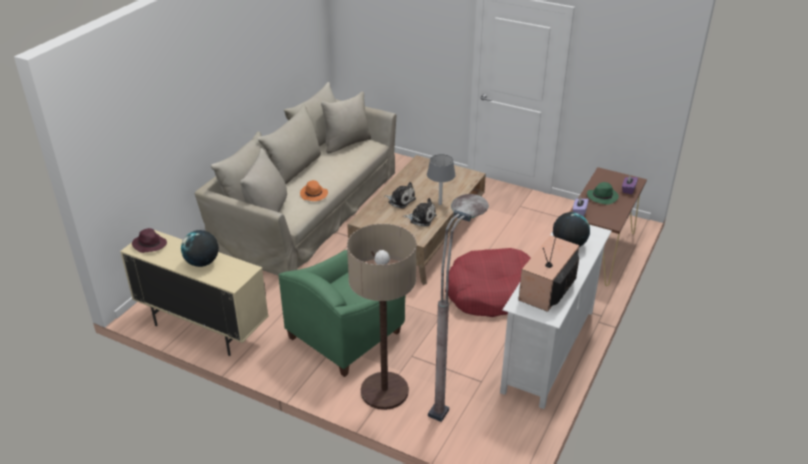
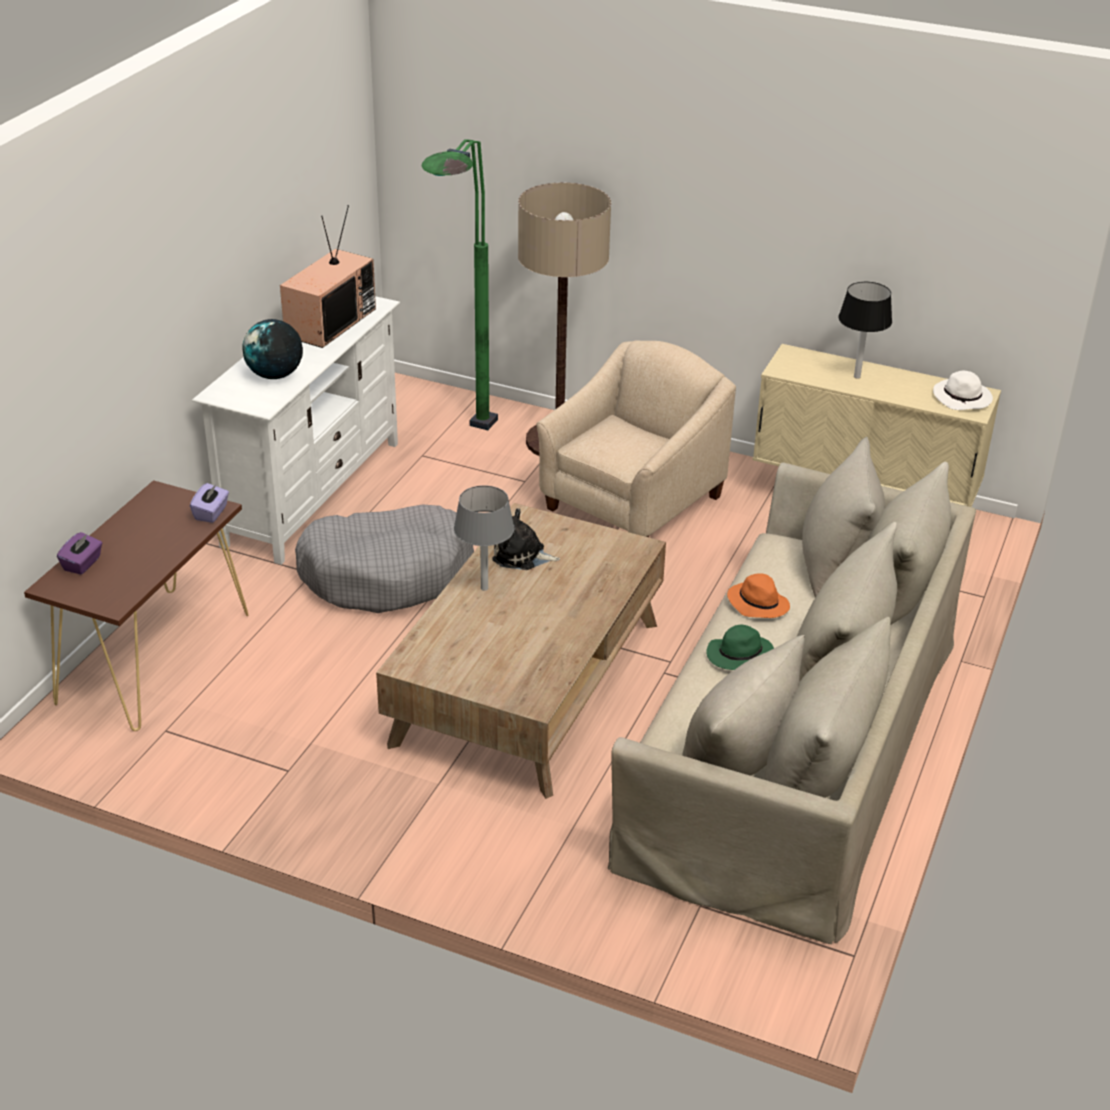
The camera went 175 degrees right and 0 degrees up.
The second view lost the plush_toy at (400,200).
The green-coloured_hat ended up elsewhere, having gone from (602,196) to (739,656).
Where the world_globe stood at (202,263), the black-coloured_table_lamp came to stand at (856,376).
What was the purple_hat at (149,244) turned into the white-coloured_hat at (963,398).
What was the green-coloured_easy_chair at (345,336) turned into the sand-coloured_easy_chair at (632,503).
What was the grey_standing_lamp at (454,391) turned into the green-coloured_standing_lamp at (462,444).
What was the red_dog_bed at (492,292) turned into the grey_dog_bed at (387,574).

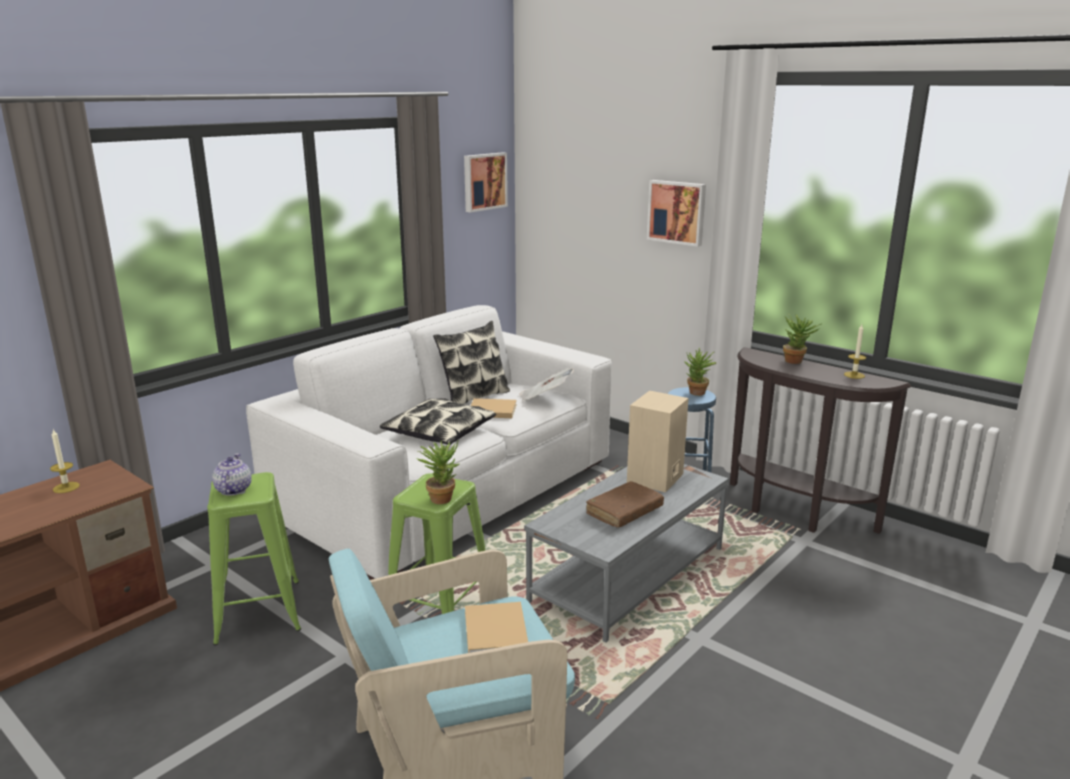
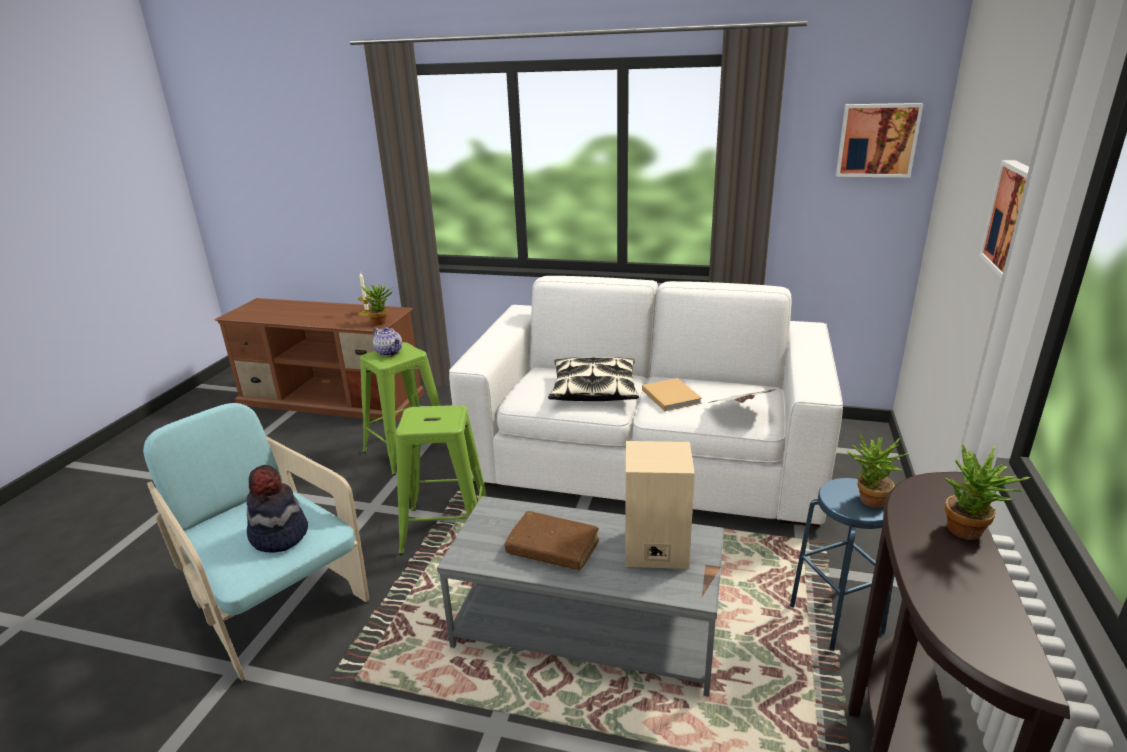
The camera went 65 degrees right and 5 degrees up.
The second view lost the throw_pillow at (473,397).
The second view lost the candle at (854,375).
The potted_plant ended up elsewhere, having gone from (441,497) to (382,322).
Where the sand-coloured_book stood at (496,633), the hat came to stand at (278,535).
The tea_pot at (233,489) ended up facing another way, 75 degrees clockwise from before.

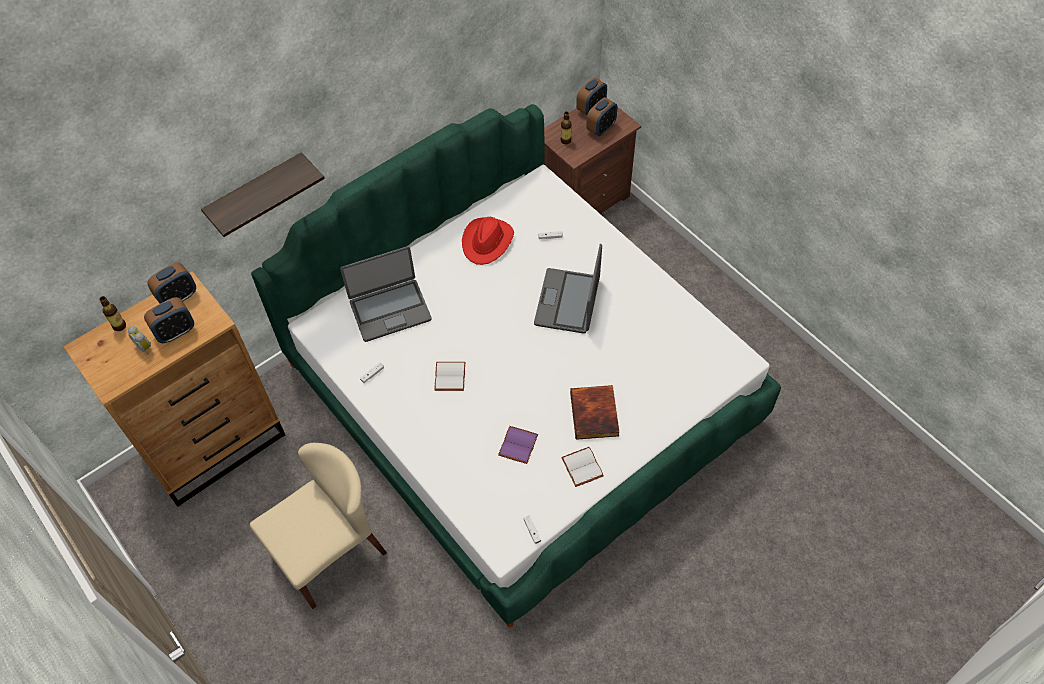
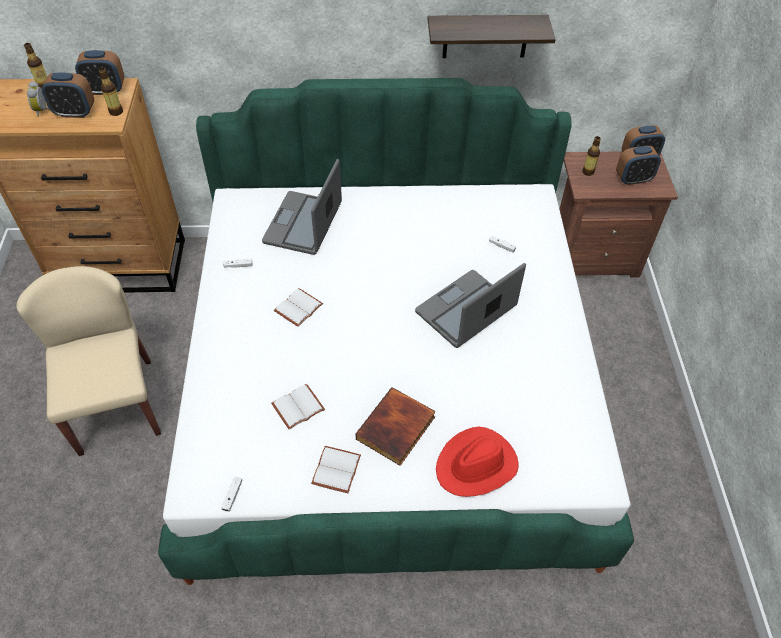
The camera went 35 degrees right and 5 degrees down.
The second view gained the beverage_bottle at (116,112).
The bracket_shelf ended up elsewhere, having gone from (257,195) to (485,36).
The red_hat ended up elsewhere, having gone from (487,242) to (476,465).
What was the purple_book at (517,444) turned into the white-coloured_book at (298,406).
The sand-coloured_upright_chair at (329,552) ended up facing another way, 105 degrees counterclockwise from before.
The portable_computer at (390,310) ended up facing another way, 90 degrees clockwise from before.

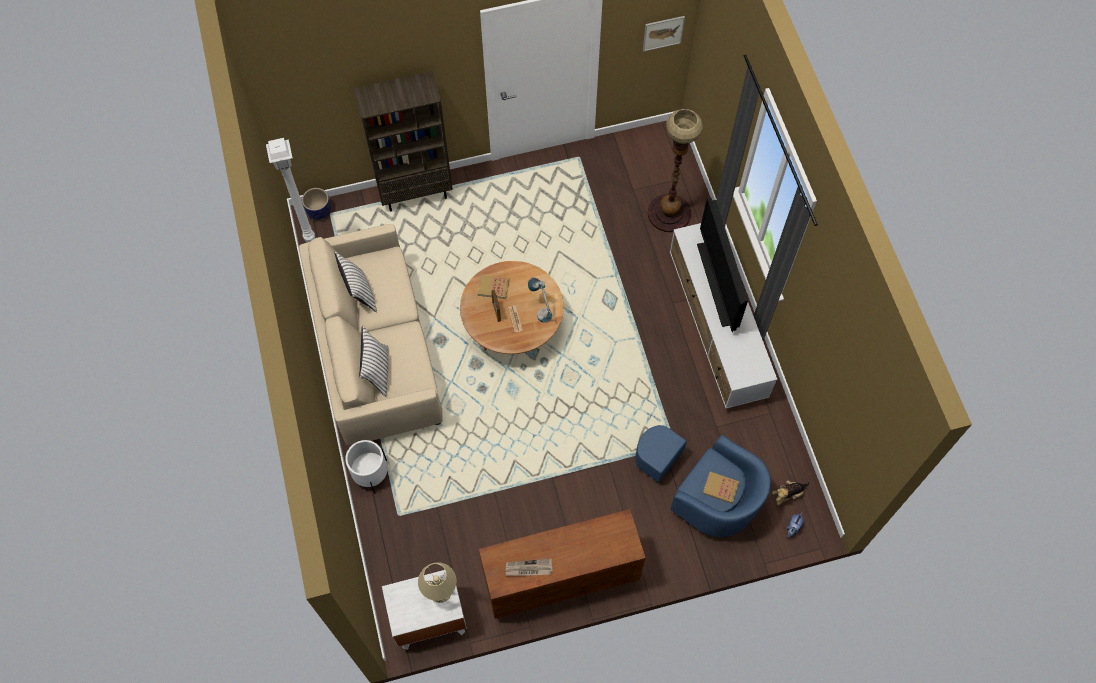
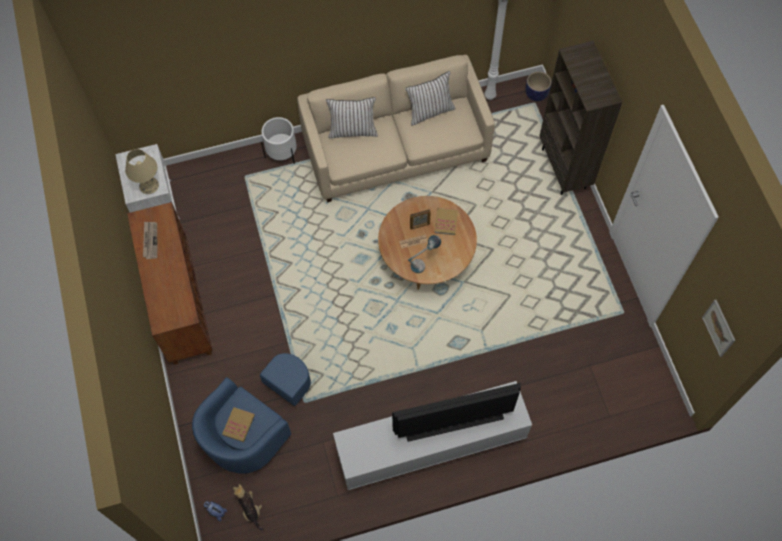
The camera went 90 degrees right and 0 degrees up.
The second view lost the standing_lamp at (668,213).

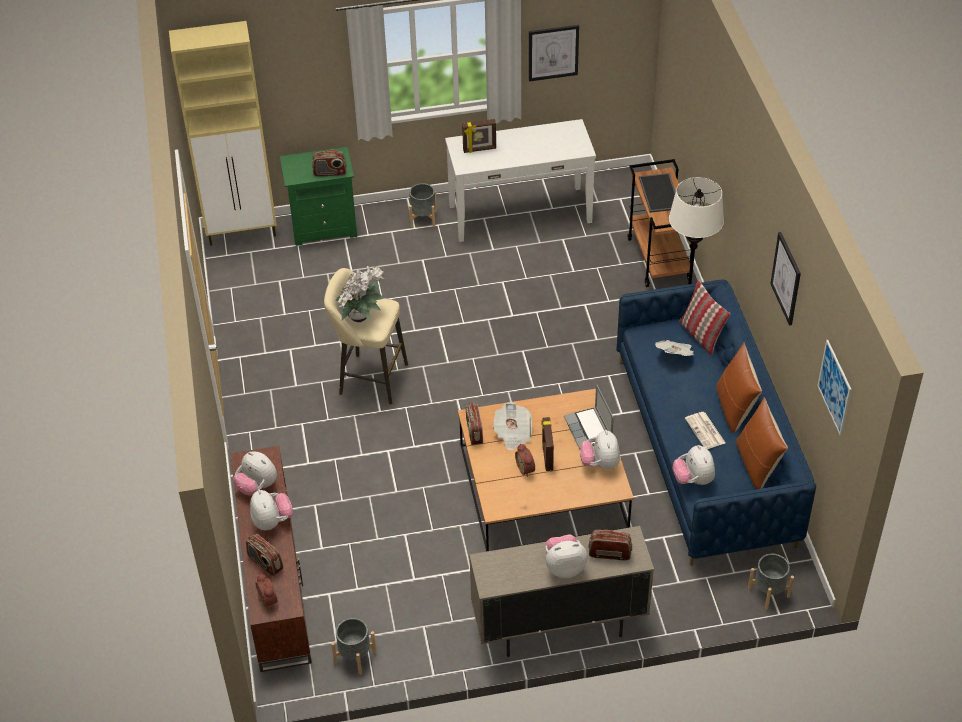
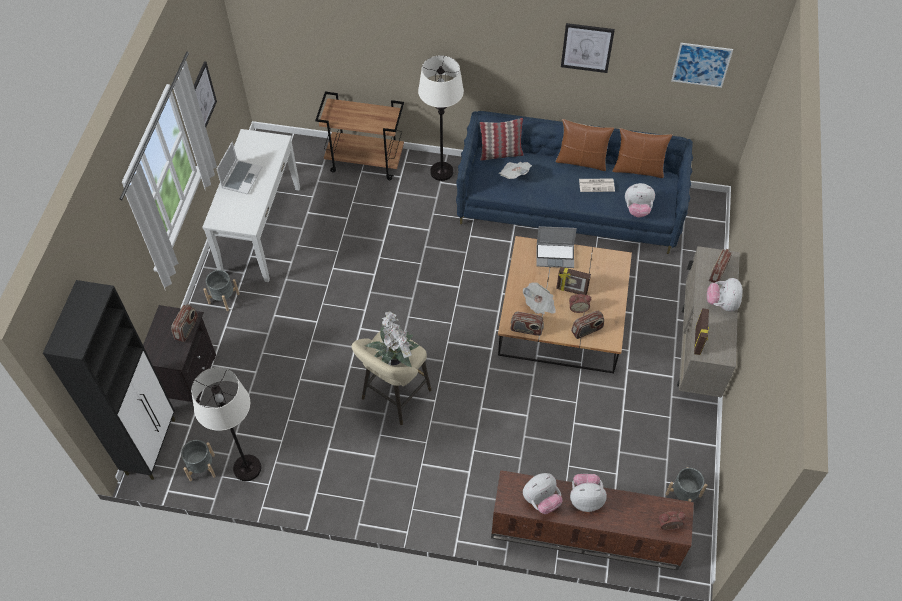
The camera went 70 degrees left and 10 degrees up.
The second view lost the plush_toy at (600,463).
The second view lost the carrying_tray at (660,193).
The second view gained the white-coloured_standing_lamp at (247,468).
The second view gained the portable_computer at (241,177).
The radio_receiver ended up elsewhere, having gone from (265,563) to (587,330).
The standing_frame ended up elsewhere, having gone from (479,149) to (698,340).
The grey_flower_pot ended up elsewhere, having gone from (769,592) to (202,467).
What was the sand-coloured_cabinet at (243,232) turned into the black-coloured_cabinet at (151,446).
What was the green-coloured_nightstand at (324,227) turned into the black-coloured_nightstand at (187,377).

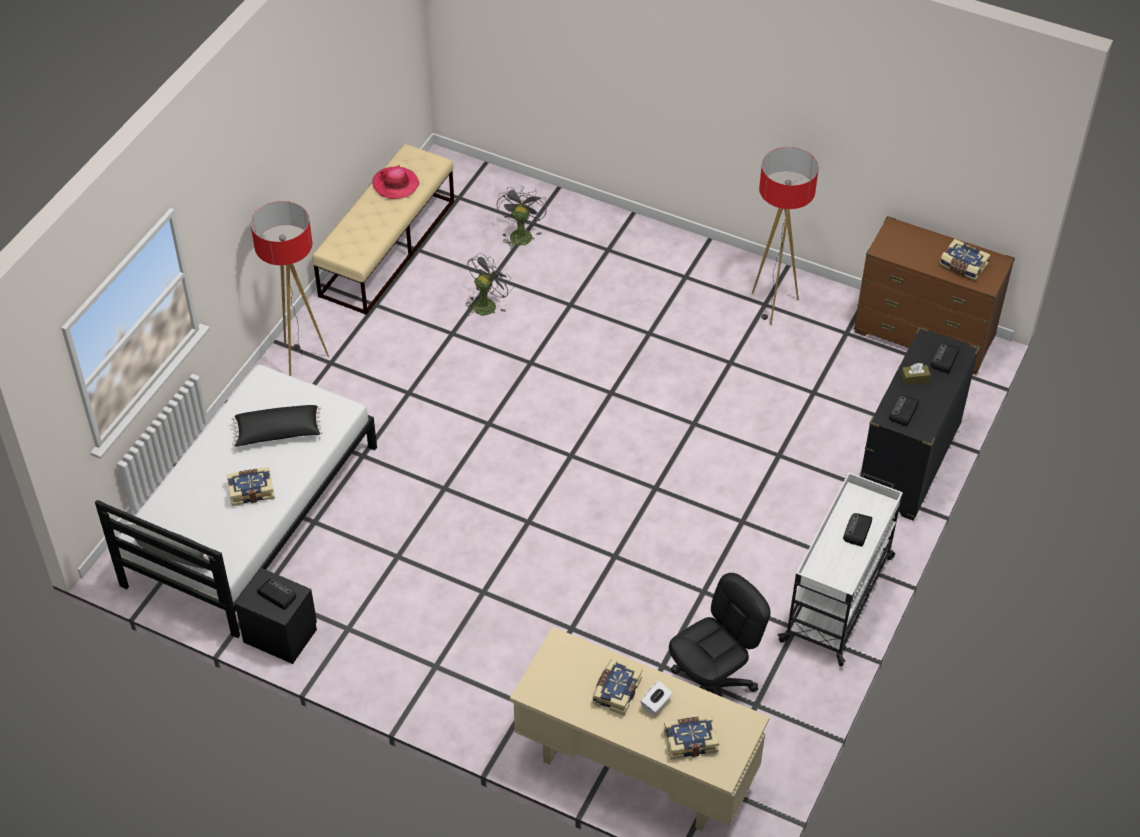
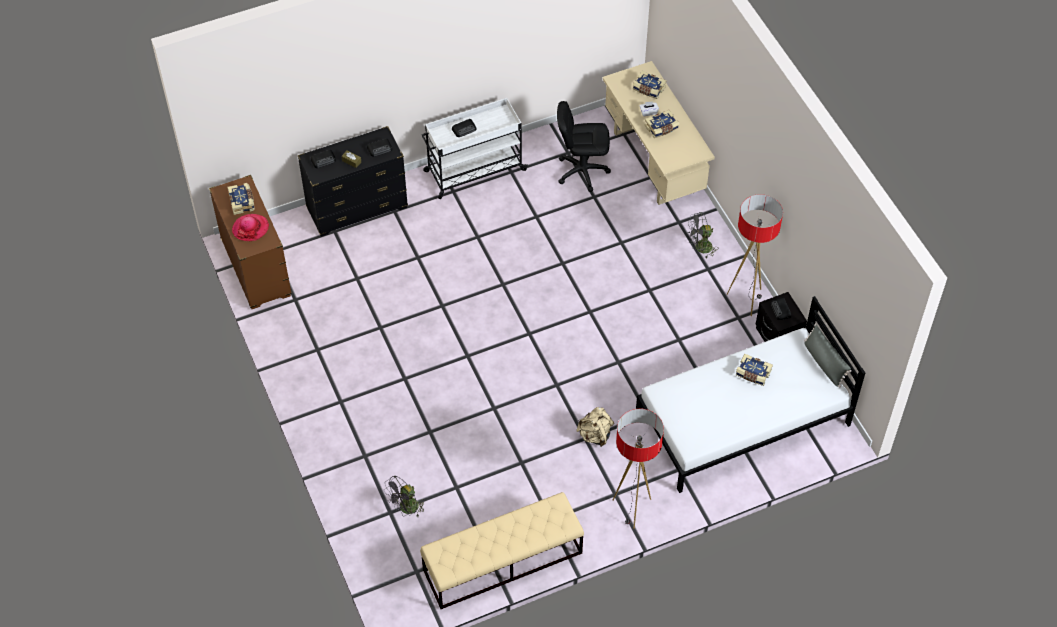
The camera went 140 degrees left and 5 degrees up.
The second view lost the black-coloured_throw_pillow at (278,433).
The second view gained the sand-coloured_knapsack at (595,435).
The hat ended up elsewhere, having gone from (395,184) to (250,228).
The grey_fan ended up elsewhere, having gone from (487,303) to (700,248).
The standing_lamp ended up elsewhere, having gone from (773,306) to (746,300).

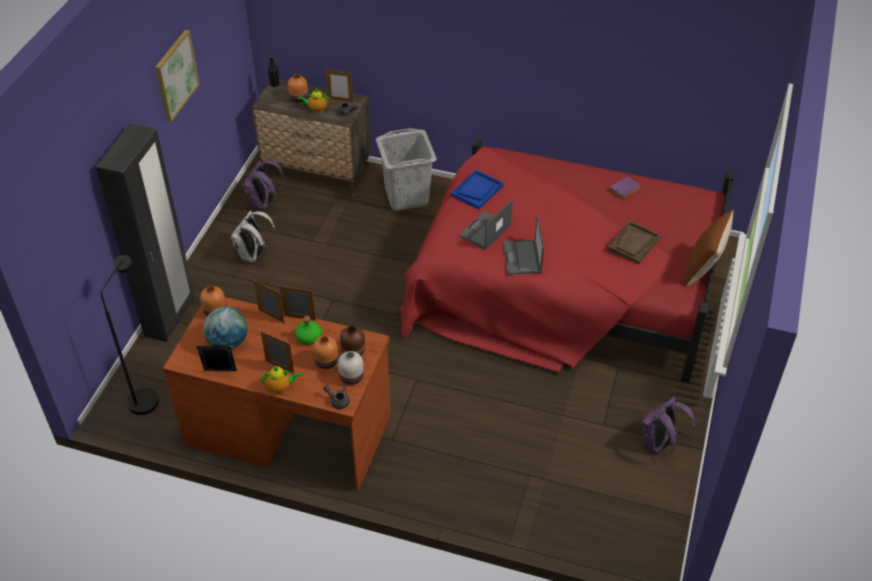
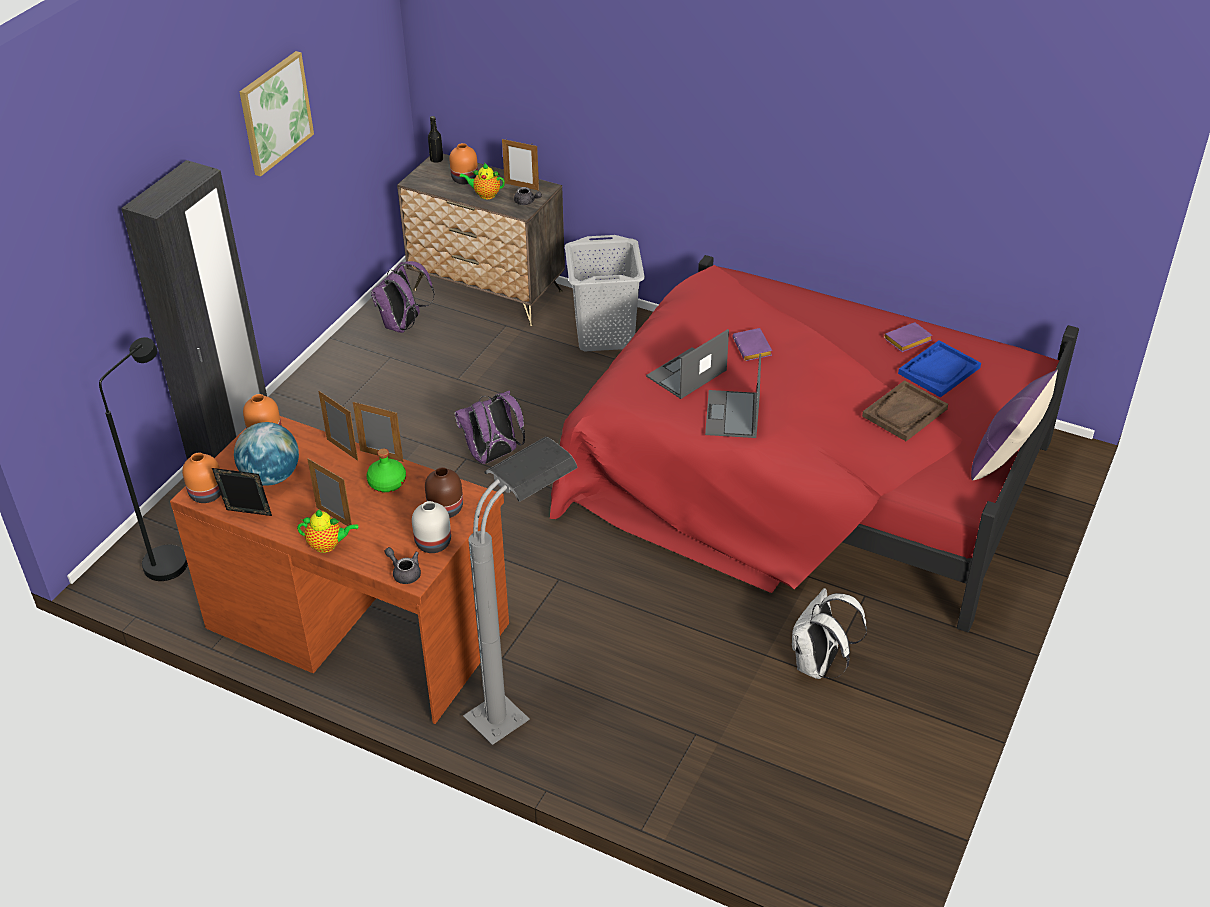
The camera went 10 degrees right and 5 degrees down.
The second view gained the grey_standing_lamp at (522,702).
The second view gained the purple_book at (753,348).
The white-coloured_knapsack ended up elsewhere, having gone from (254,255) to (818,665).
The orange_decorative_vase ended up elsewhere, having gone from (326,362) to (206,494).
The bluish_carrying_tray ended up elsewhere, having gone from (477,190) to (939,370).
The purple_knapsack ended up elsewhere, having gone from (660,444) to (493,456).
What was the brown-coloured_throw_pillow at (703,268) turned into the purple_throw_pillow at (1005,458).

